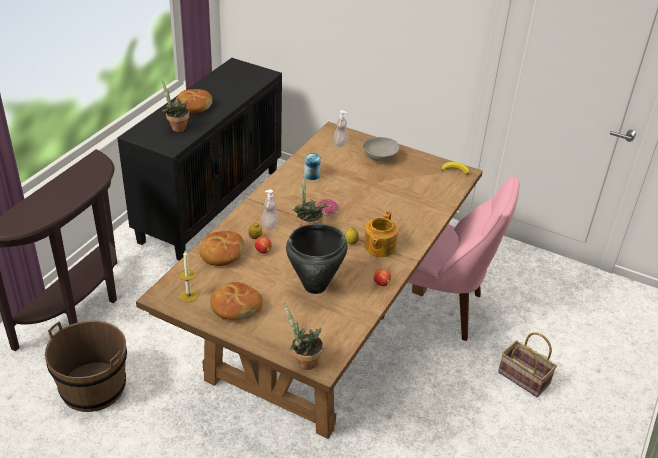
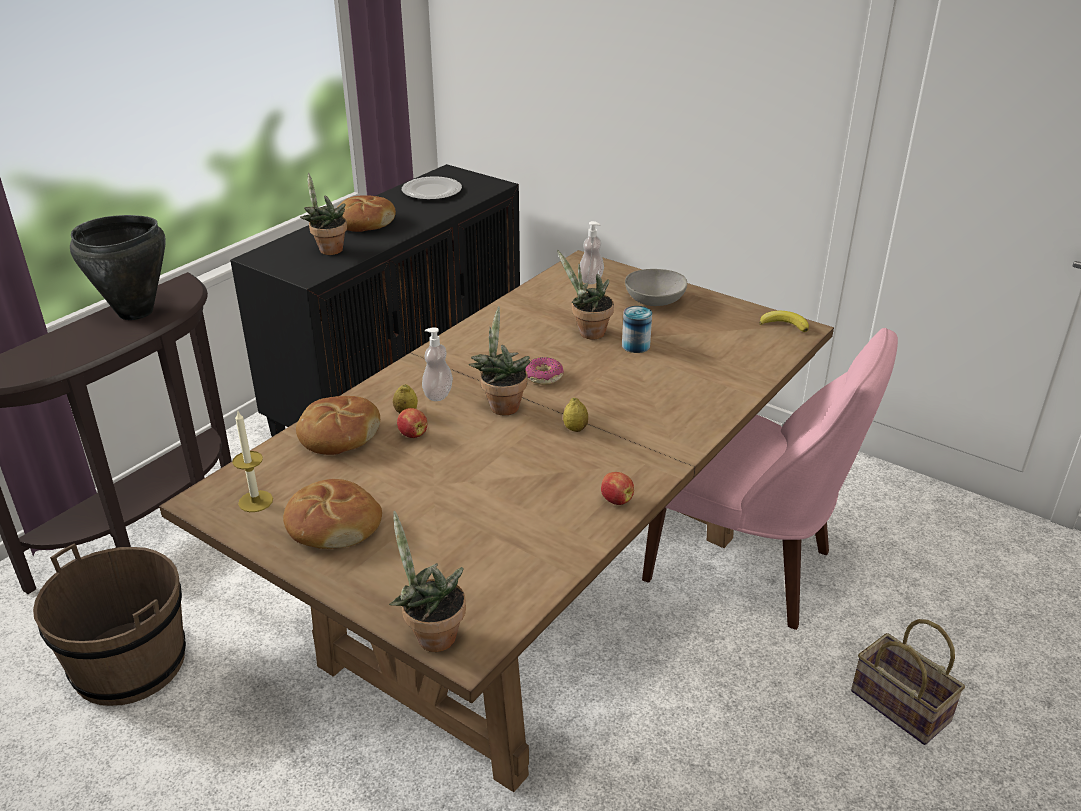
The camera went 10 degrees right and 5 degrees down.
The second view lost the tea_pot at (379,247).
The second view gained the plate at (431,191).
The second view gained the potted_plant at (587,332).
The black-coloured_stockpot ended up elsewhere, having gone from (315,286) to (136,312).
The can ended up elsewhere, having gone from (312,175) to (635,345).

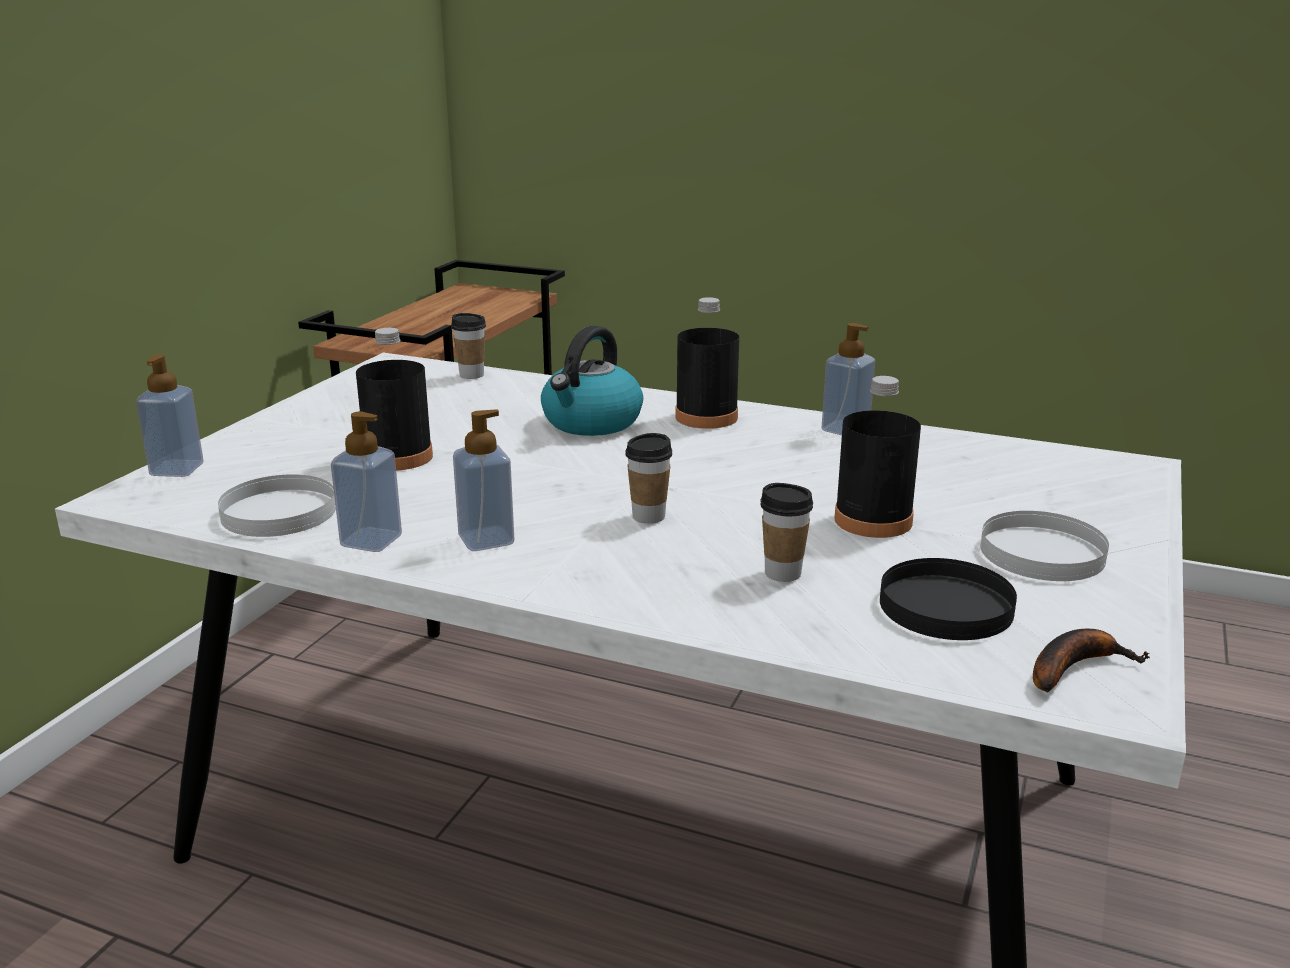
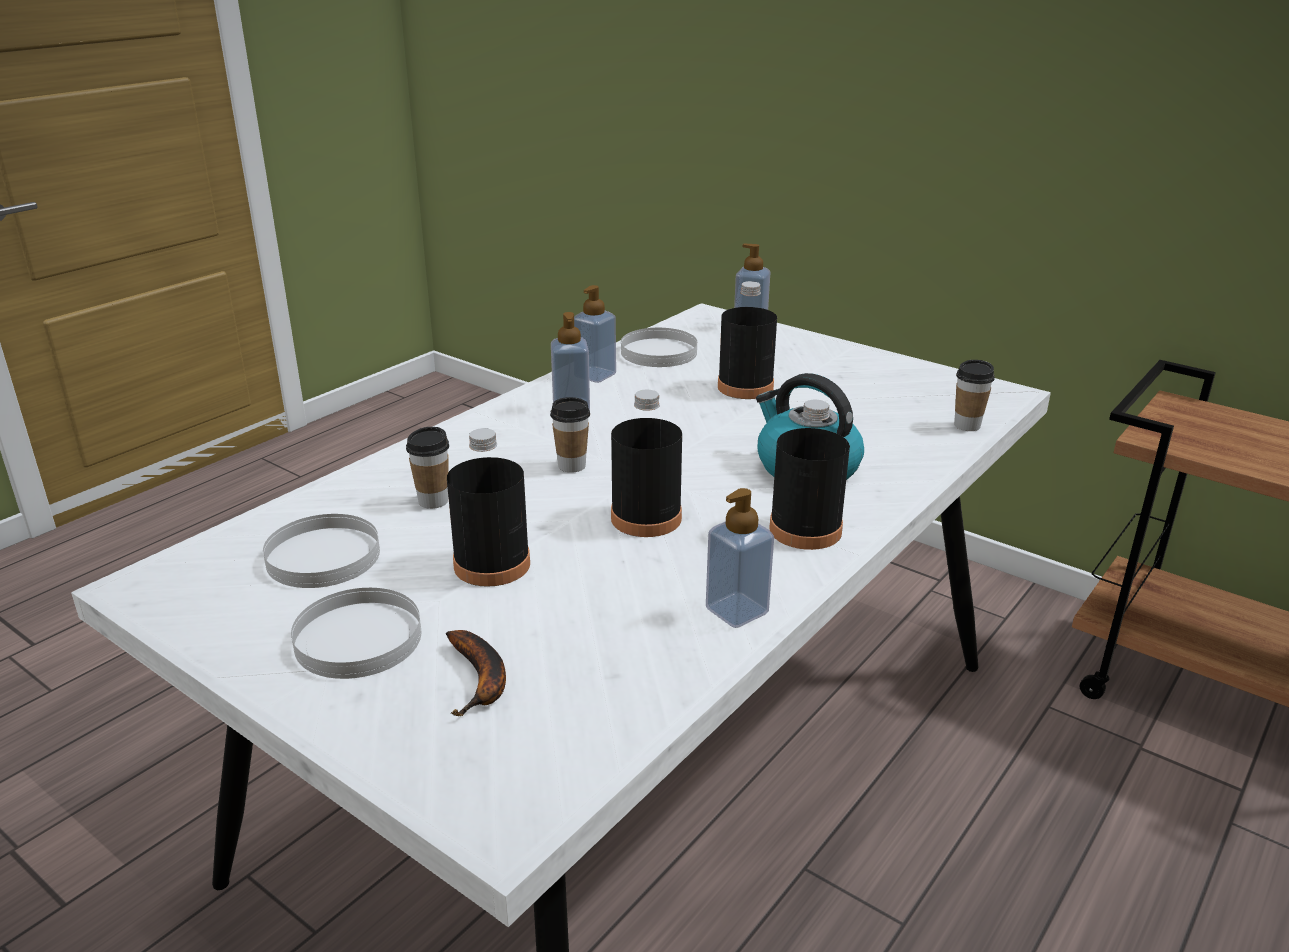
The camera went 105 degrees right and 5 degrees up.
The second view gained the black-coloured_beverage_bottle at (646,518).
The banana ended up elsewhere, having gone from (1074,667) to (480,680).
What was the black-coloured_plate at (945,606) turned into the white-coloured_plate at (322,556).

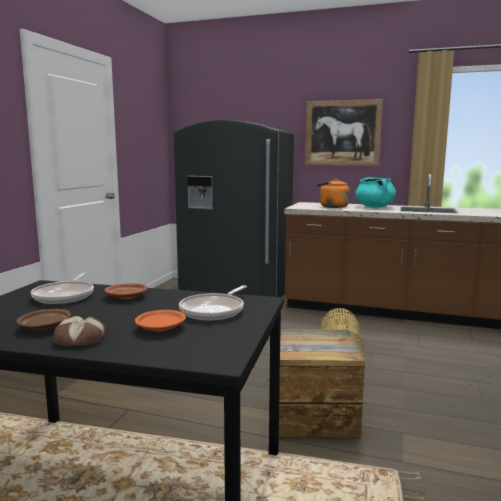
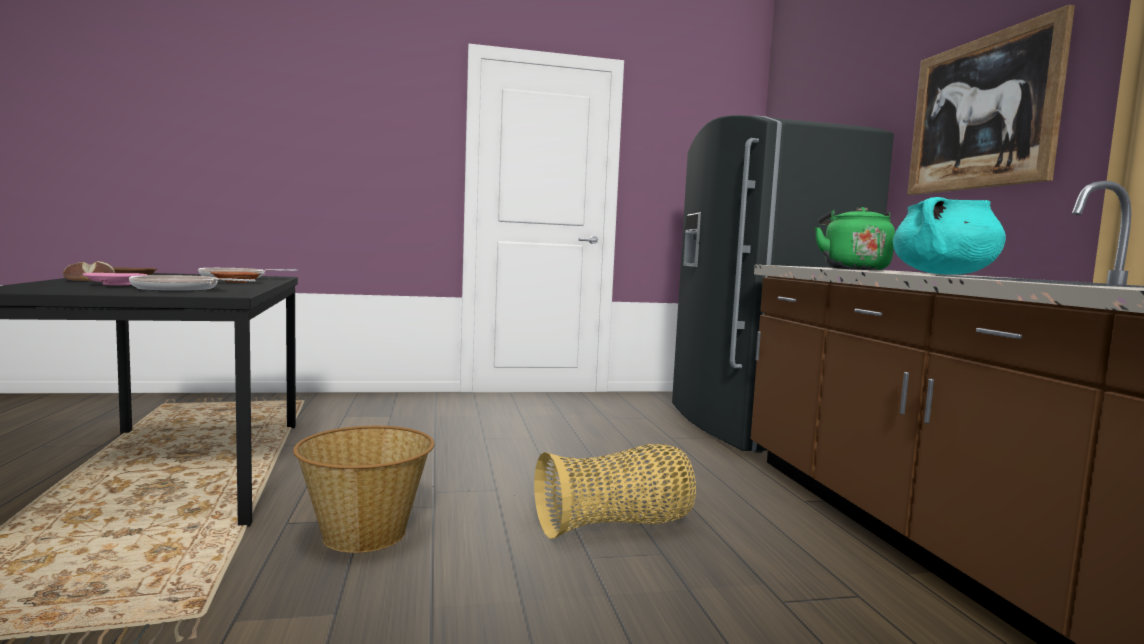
The camera went 60 degrees right and 5 degrees down.
Where the crate stood at (314,415), the storage_basket came to stand at (365,535).
What was the orange_plate at (161,328) turned into the pink_plate at (117,285).
What was the orange_kettle at (331,207) turned into the green-coloured_kettle at (852,269).

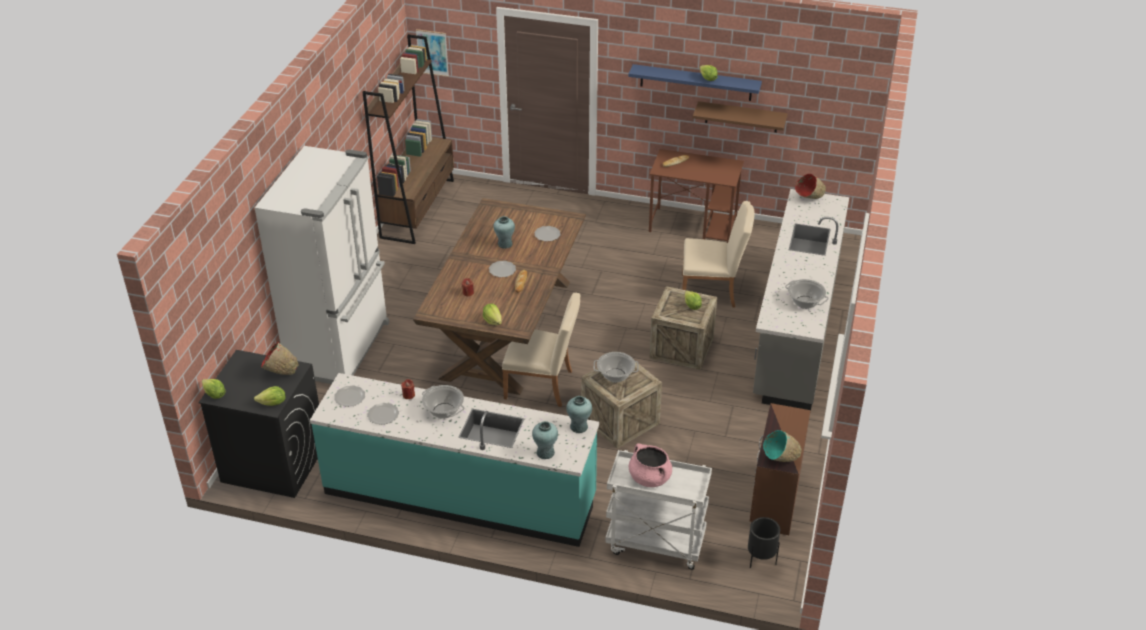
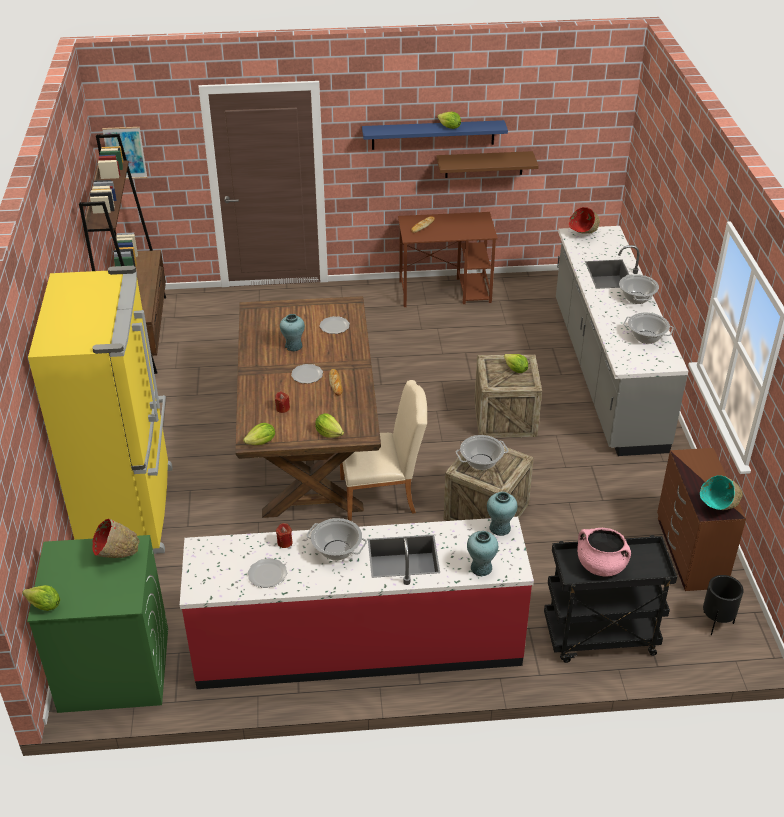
The camera went 20 degrees left and 0 degrees up.
The second view lost the plate at (350,397).
The second view lost the sand-coloured_upright_chair at (713,290).
The second view gained the stockpot at (637,298).
The lettuce ended up elsewhere, having gone from (273,403) to (261,442).
What was the black-coloured_laundry_machine at (273,463) turned into the green-coloured_laundry_machine at (113,669).
What was the white-coloured_kitchen_fridge at (341,348) turned into the yellowish_kitchen_fridge at (130,510).
What was the blue-green_kitchen_counter at (460,495) turned into the red_kitchen_counter at (358,644).
What was the white-coloured_cart at (654,544) turned into the black-coloured_cart at (599,638).

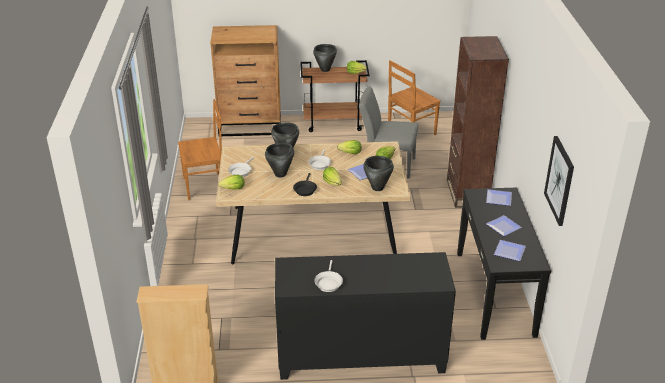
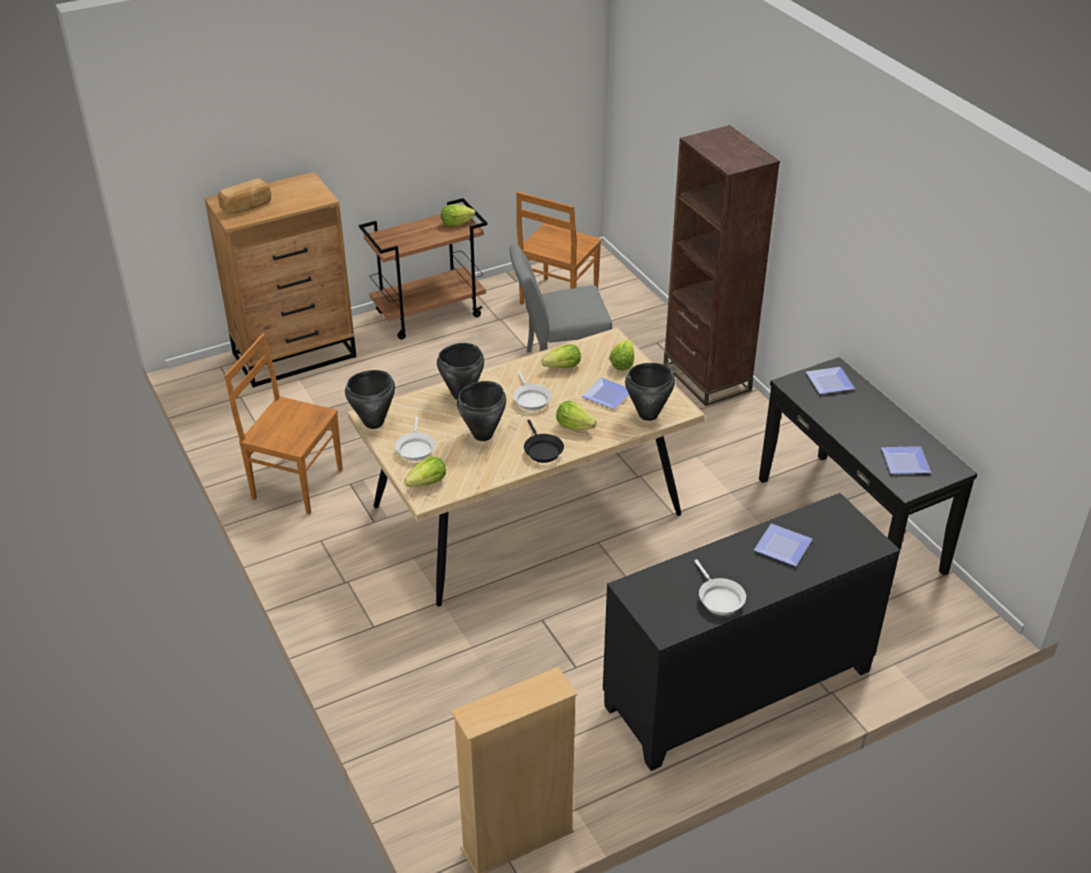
The camera went 25 degrees left and 5 degrees up.
The second view lost the wall_picture at (560,180).
The second view gained the bakery_bread at (247,206).
The black-coloured_stockpot ended up elsewhere, having gone from (325,70) to (374,423).
The plate ended up elsewhere, having gone from (503,227) to (783,548).
The brown-coloured_upright_chair at (205,186) ended up facing another way, 120 degrees counterclockwise from before.

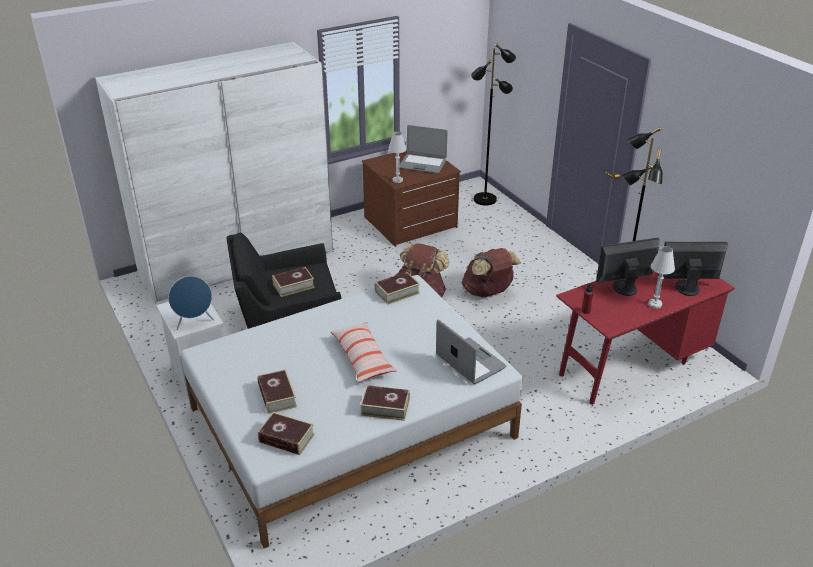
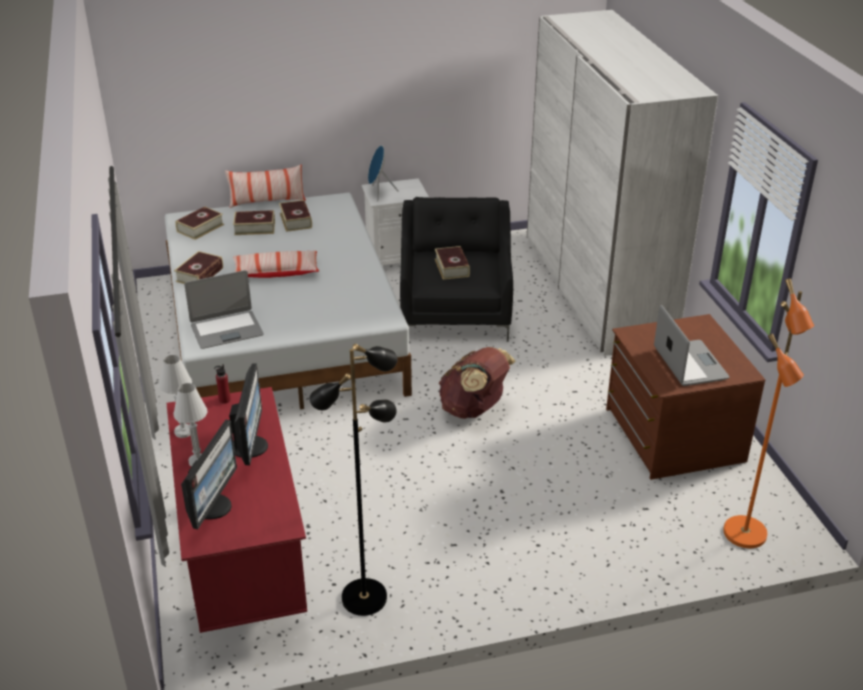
The camera went 105 degrees right and 0 degrees up.
The second view lost the brown-coloured_knapsack at (488,292).
The second view gained the throw_pillow at (267,201).
The book ended up elsewhere, having gone from (397,292) to (296,220).
The white-coloured_table_lamp ended up elsewhere, having gone from (397,180) to (183,432).
What was the black-coloured_standing_lamp at (485,199) turned into the orange_standing_lamp at (746,533).
The portable_computer at (422,164) ended up facing another way, 135 degrees clockwise from before.

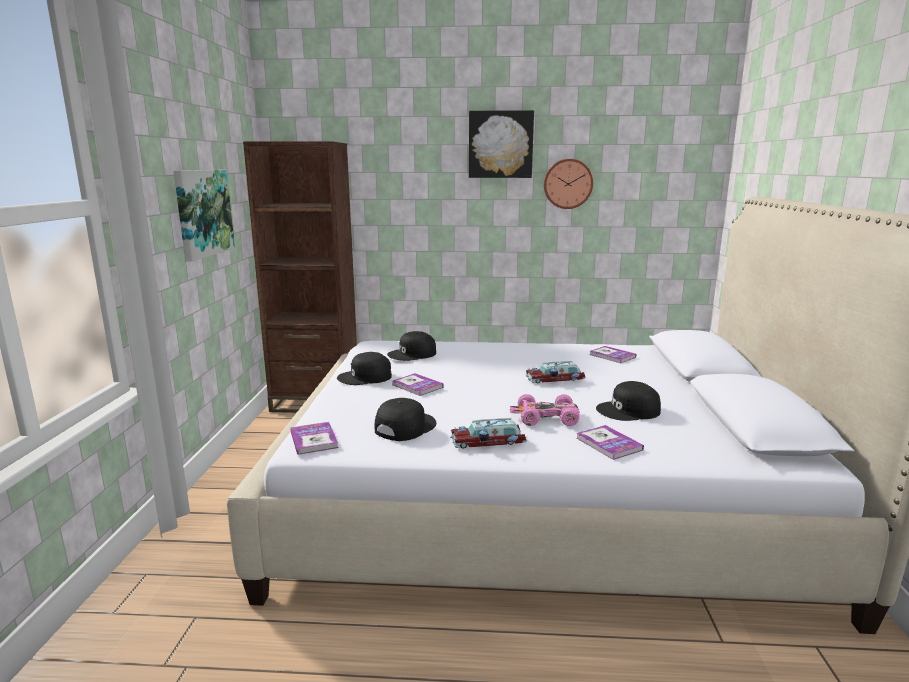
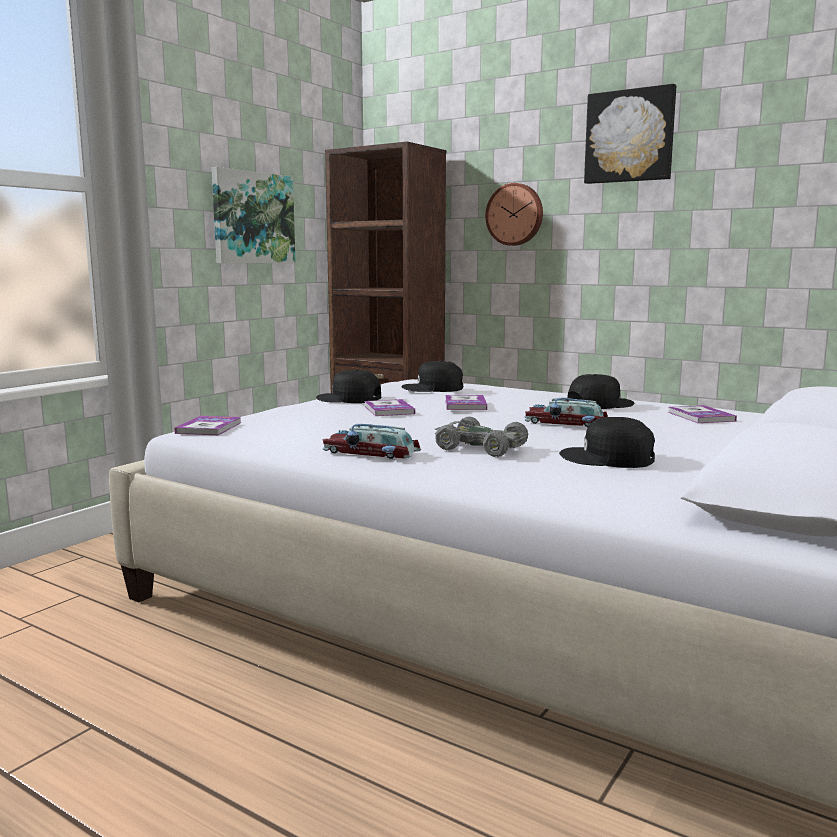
The camera went 30 degrees right and 5 degrees down.
The black-coloured_baseball_cap ended up elsewhere, having gone from (404,427) to (599,403).
The wall_clock ended up elsewhere, having gone from (567,184) to (515,214).
The book ended up elsewhere, having gone from (608,444) to (465,404).
What was the pink_miniature_car at (545,418) turned into the grey_miniature_car at (479,448).

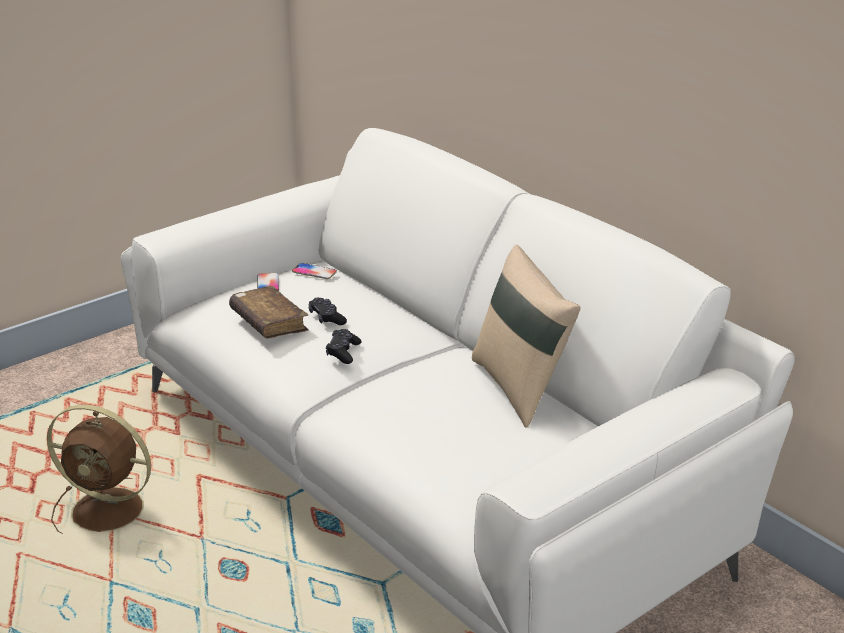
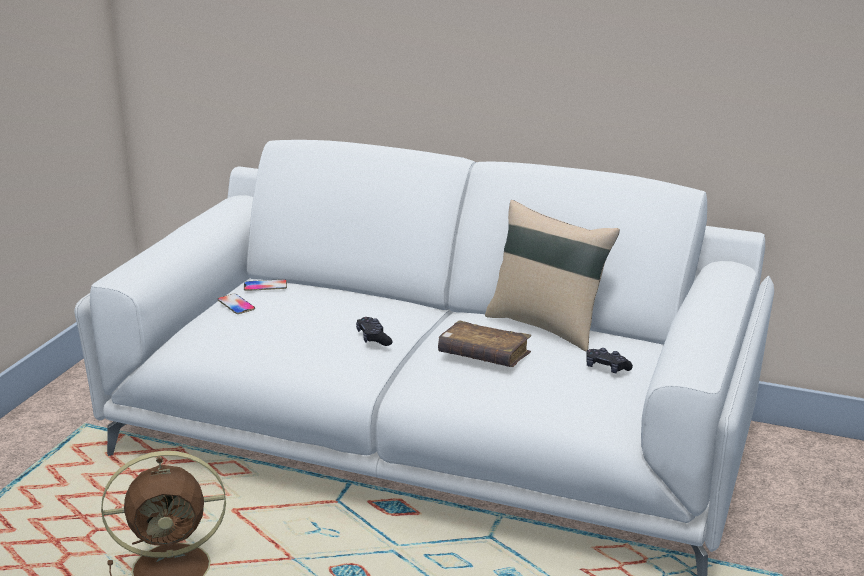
The camera went 30 degrees left and 5 degrees down.
The brown-coloured_book ended up elsewhere, having gone from (269,322) to (483,355).
The black-coloured_game_controller ended up elsewhere, having gone from (326,318) to (606,368).

